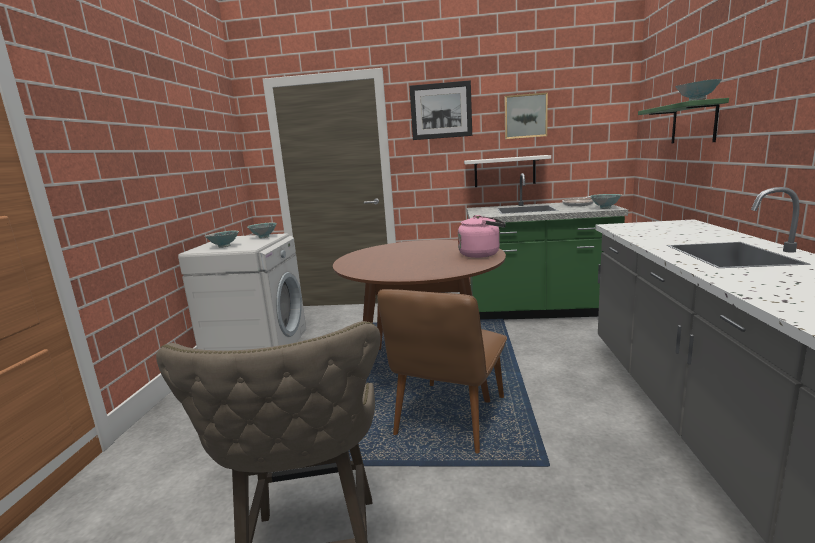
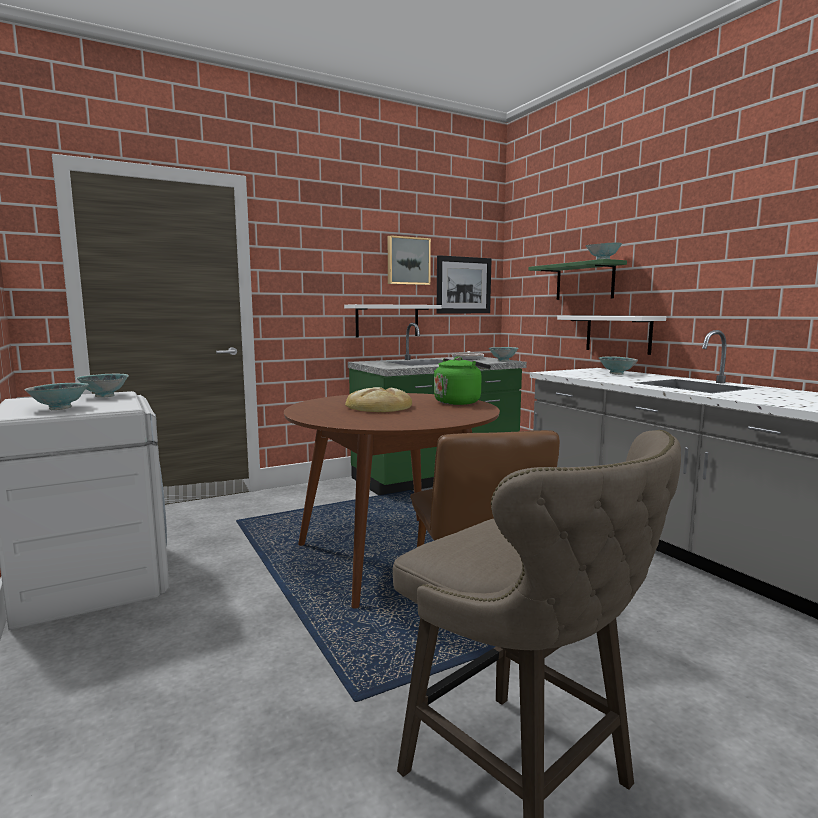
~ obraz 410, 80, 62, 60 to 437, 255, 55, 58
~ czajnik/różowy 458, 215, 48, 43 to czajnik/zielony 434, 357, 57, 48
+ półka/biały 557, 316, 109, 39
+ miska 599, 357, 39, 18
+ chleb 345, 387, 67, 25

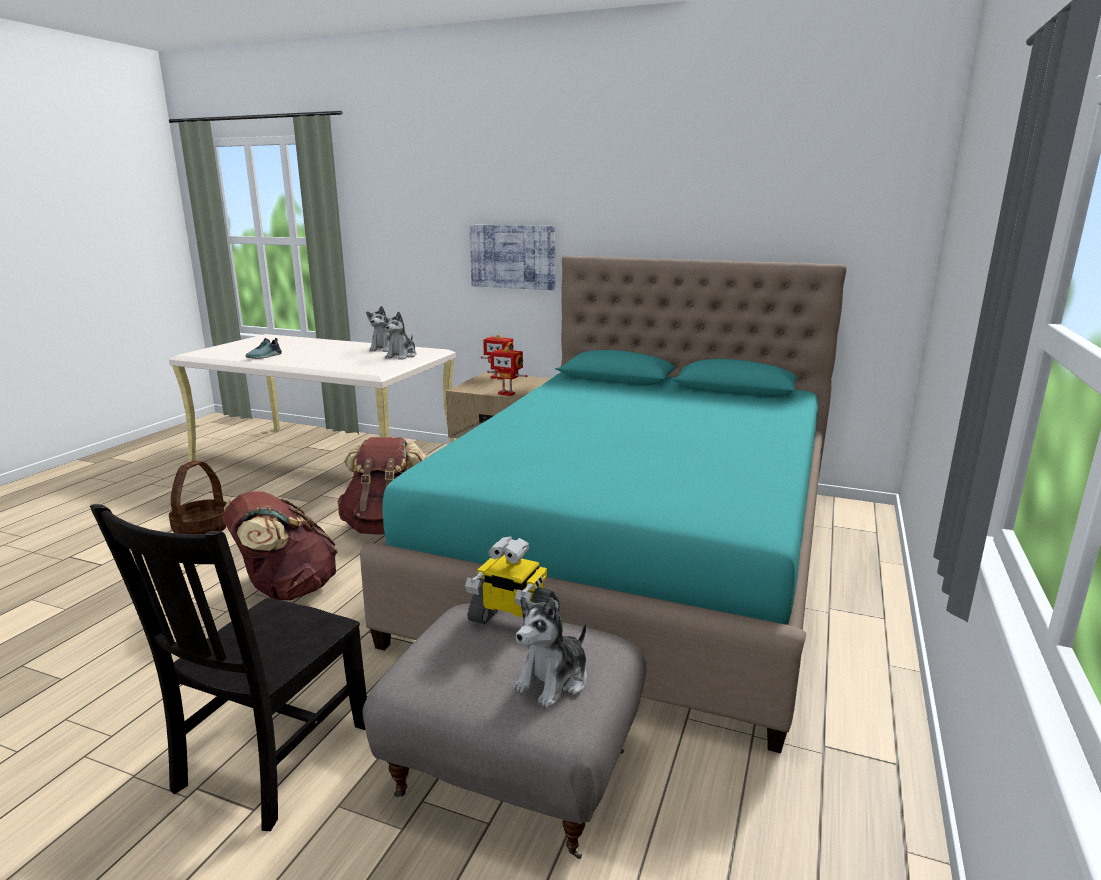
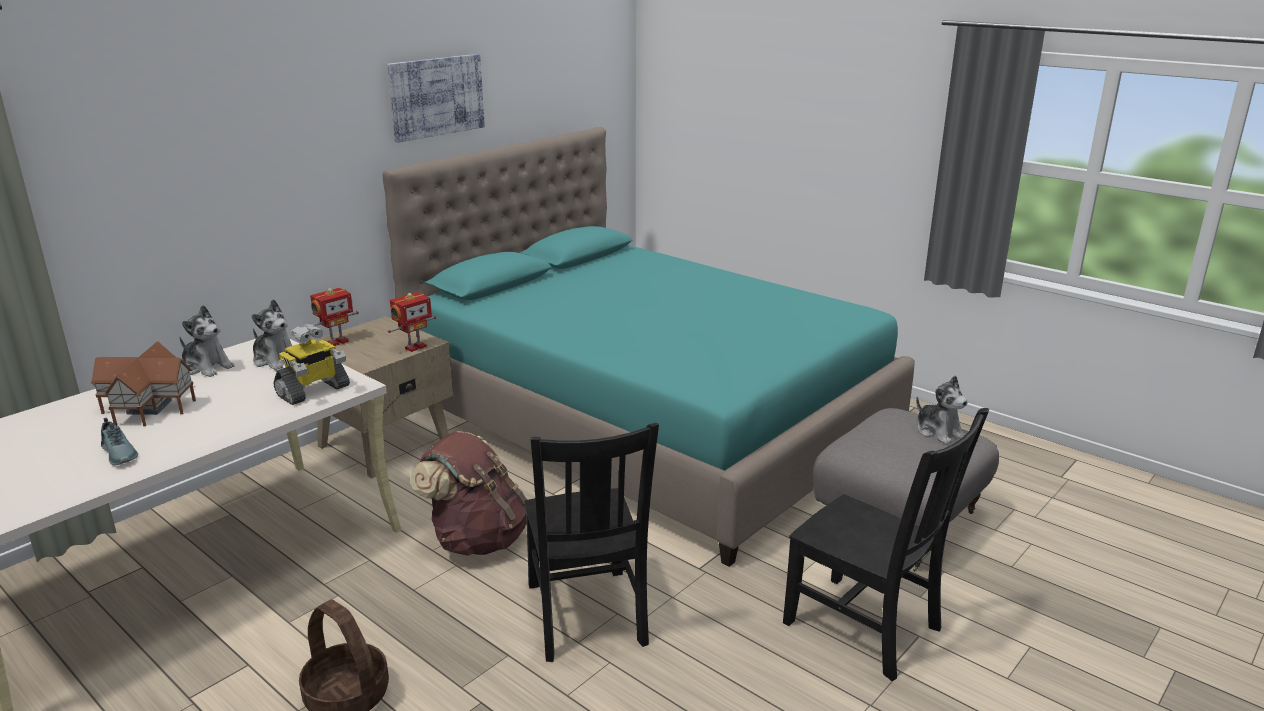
~ obraz 469, 225, 86, 65 to 387, 54, 98, 89
~ plecak/brązowy 223, 491, 115, 109 to krzesło/czarny 524, 423, 135, 239
~ robot zabawkowy 465, 536, 95, 88 to 273, 324, 77, 81
+ domek 91, 341, 105, 85

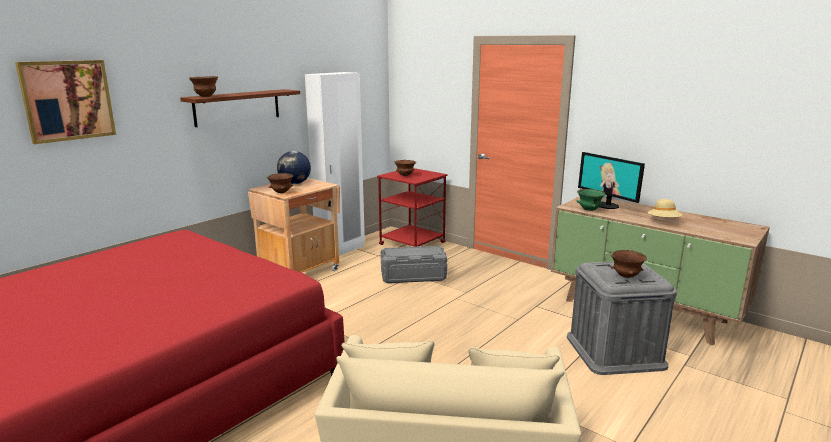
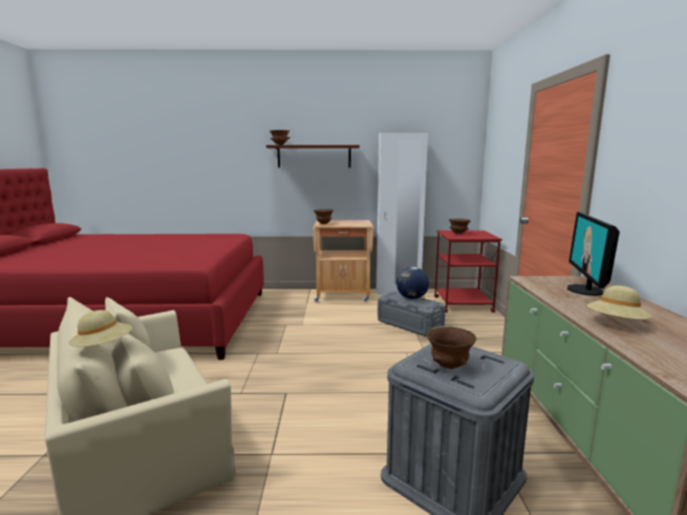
- obraz 15, 60, 101, 84
~ globus 277, 151, 34, 33 to 396, 267, 33, 32
- miska/zielony 576, 189, 29, 22
+ kapelusz/beżowy 69, 310, 63, 37

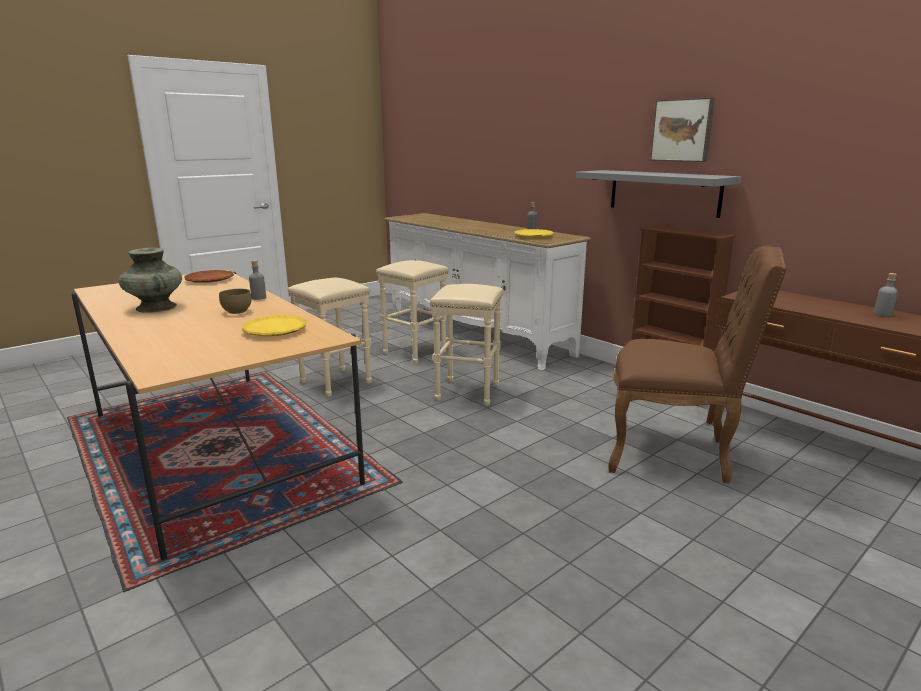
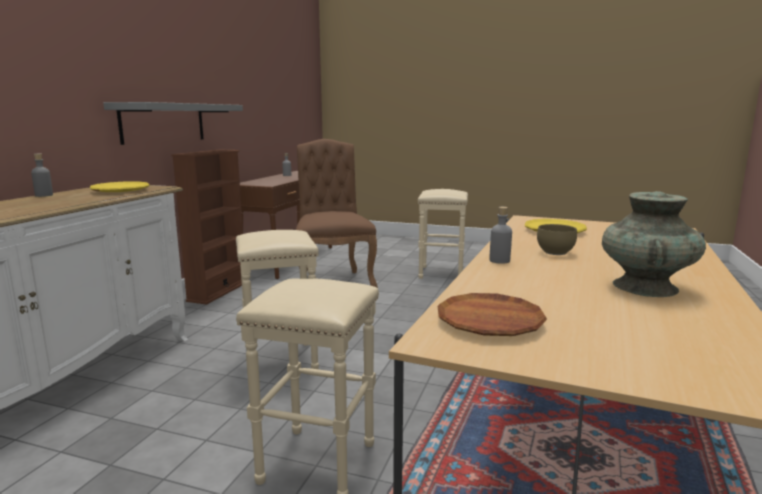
- obraz 650, 97, 65, 65
~ stołek/beżowy 376, 260, 73, 104 to 418, 189, 50, 90

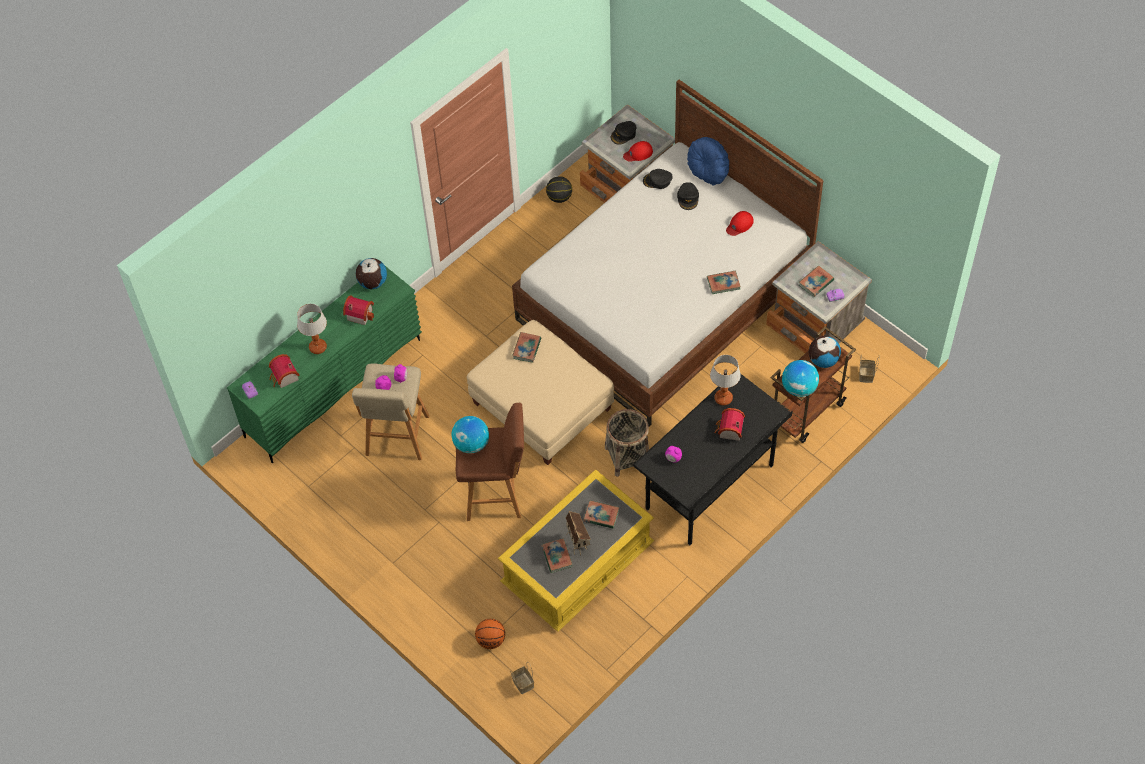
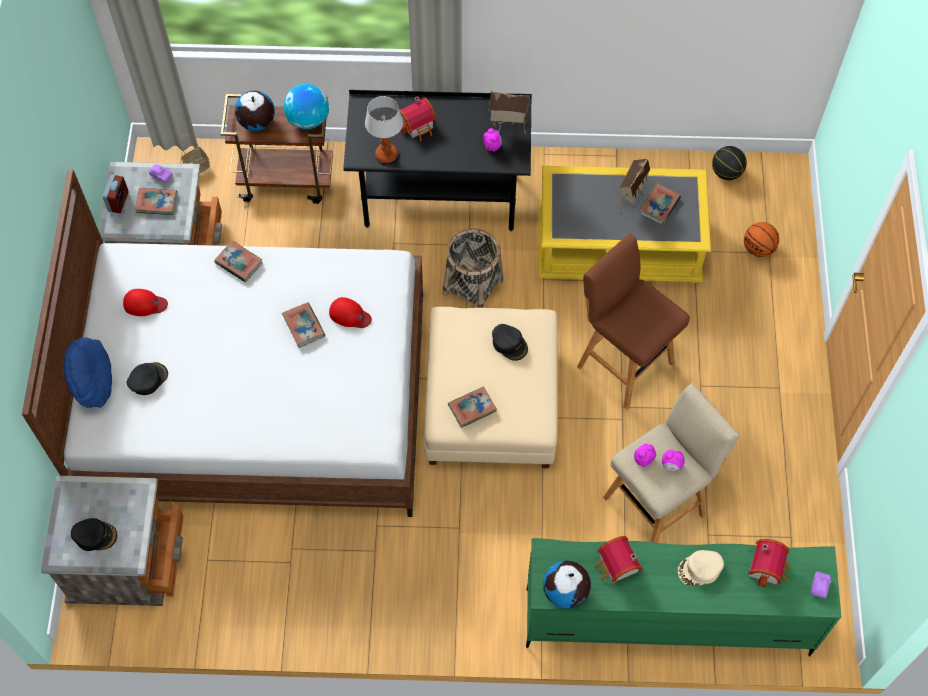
~ czapka z daszkiem/czerwony 623, 141, 30, 21 to 329, 297, 43, 31
~ czapka z daszkiem/czarny 643, 169, 29, 20 to 492, 324, 36, 37
~ piłka do koszykówki 546, 176, 26, 27 to 712, 146, 35, 34
~ lampa stołowa 297, 304, 30, 50 to czapka z daszkiem/beżowy 678, 550, 46, 36
- globus 451, 416, 38, 37
~ książka 583, 500, 36, 28 to 282, 302, 43, 46
- koszyk 510, 662, 24, 32
+ domek 489, 90, 42, 45
+ budzik 103, 175, 25, 38

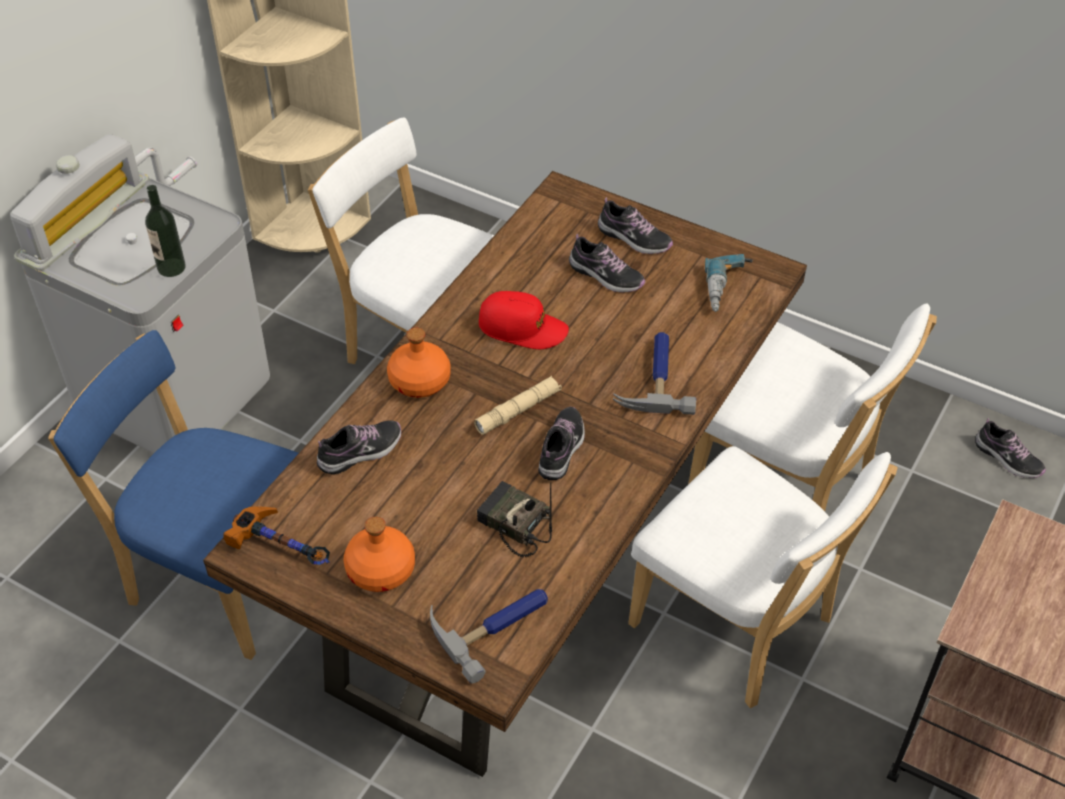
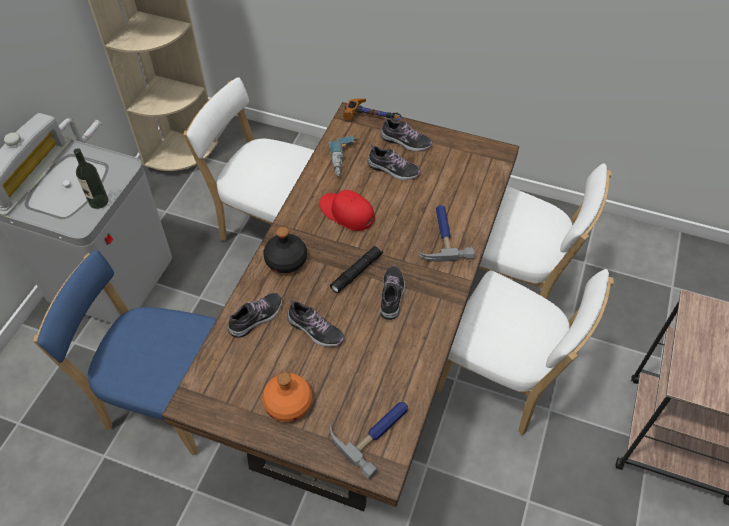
~ wiertarka 705, 254, 48, 58 to 329, 136, 30, 41
~ czapka z daszkiem/czerwony 479, 291, 90, 58 = 319, 190, 56, 41 150 degrees counterclockwise
~ butelka/pomarańczowy 387, 328, 64, 70 to butelka/czarny 263, 227, 44, 46
~ latarka/beżowy 474, 376, 88, 59 to latarka/czarny 330, 246, 53, 47
~ but 975, 418, 71, 60 to 287, 299, 58, 48
- radio 477, 481, 75, 76
~ młotek 224, 507, 106, 58 to 343, 99, 60, 22

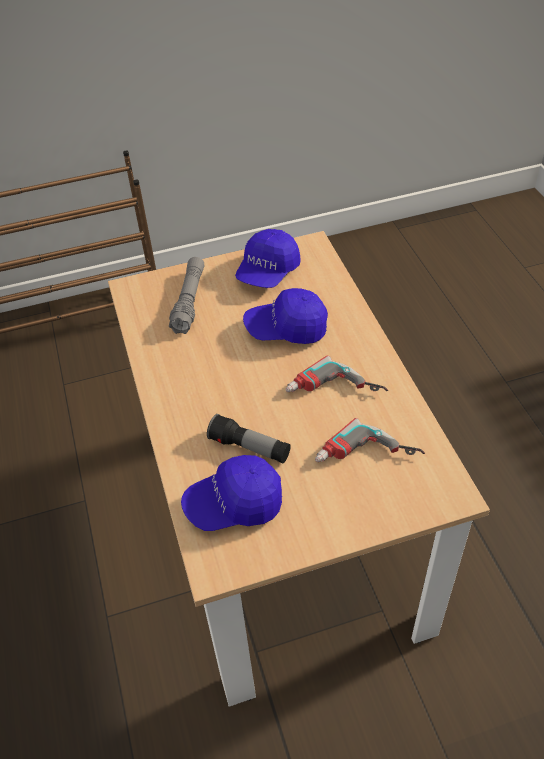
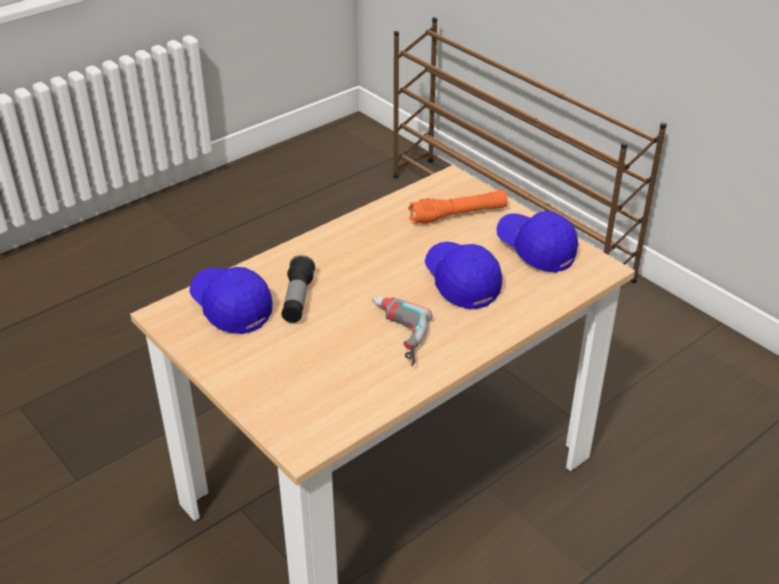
~ czapka z daszkiem/niebieski 235, 229, 66, 59 = 497, 211, 81, 62 45 degrees clockwise
~ latarka/szary 169, 257, 35, 77 to latarka/pomarańczowy 408, 190, 100, 34
- wiertarka 315, 418, 110, 44

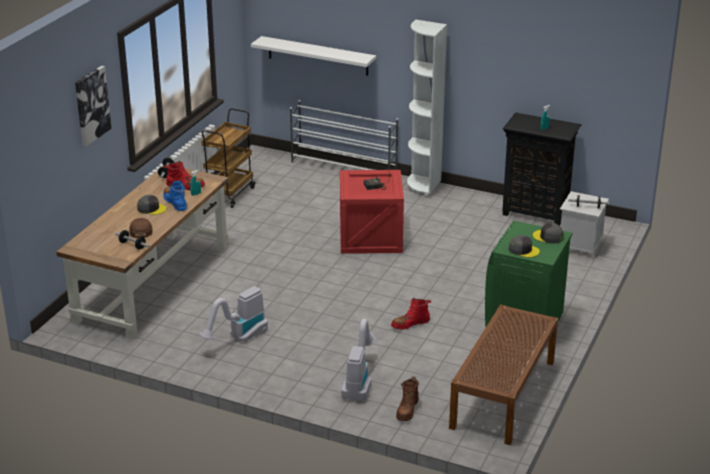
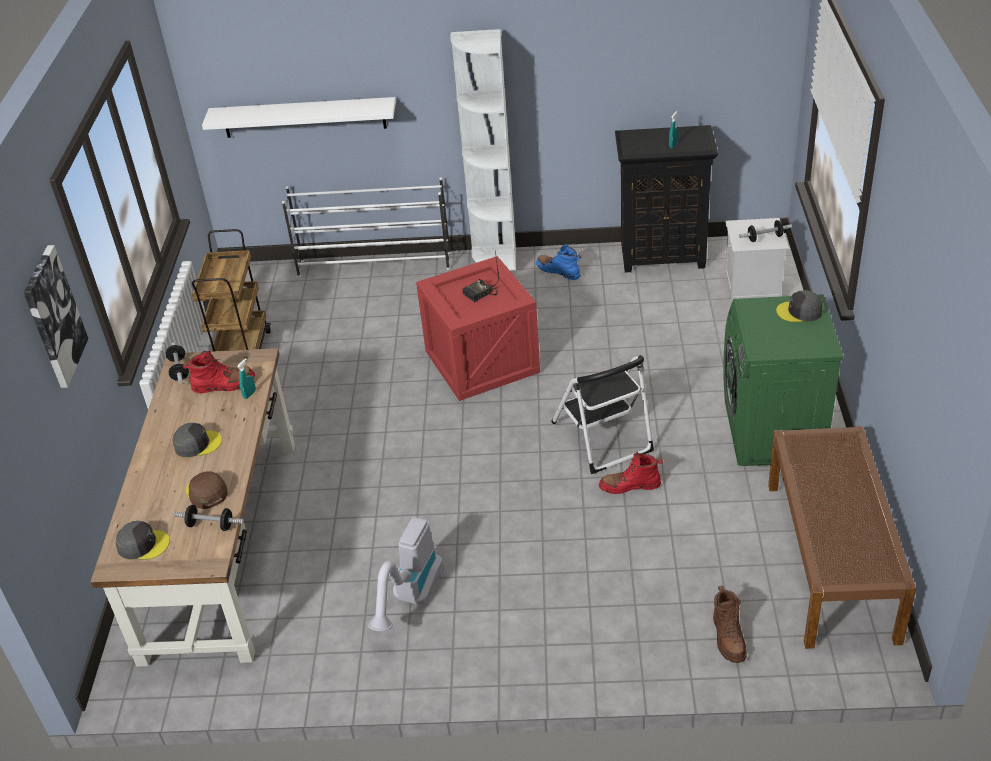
~ but z cholewką/niebieski 163, 180, 24, 31 to 536, 244, 45, 36
~ czapka z daszkiem/szary 509, 235, 31, 23 to 116, 521, 54, 39
~ but z cholewką/czerwony 391, 298, 40, 32 = 599, 452, 64, 42 45 degrees clockwise
- odkurzacz 341, 319, 34, 82
+ drabinka 552, 355, 102, 119

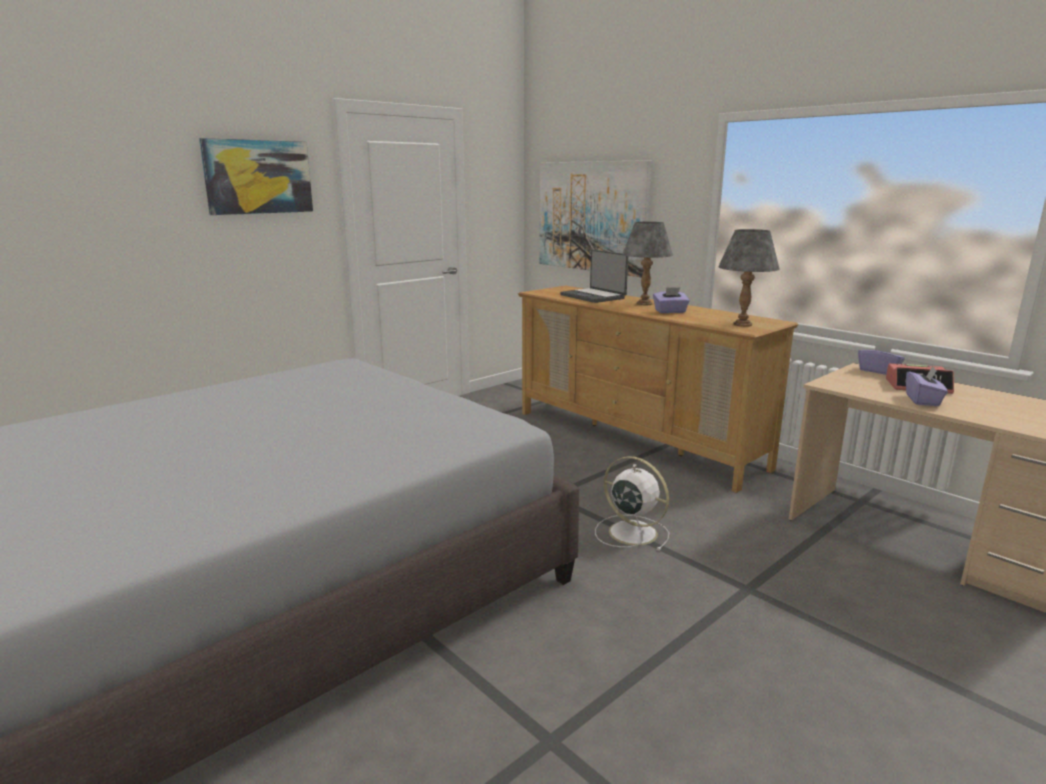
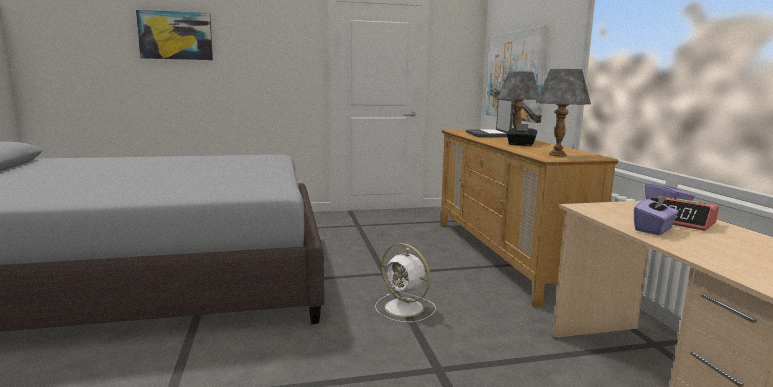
~ obraz 199, 138, 114, 77 to 136, 10, 77, 50
~ pudełko chusteczek/fioletowy 653, 287, 37, 26 to pudełko chusteczek/czarny 507, 123, 30, 23
~ wentylator/biały 595, 456, 74, 95 = 375, 243, 61, 79 150 degrees clockwise

